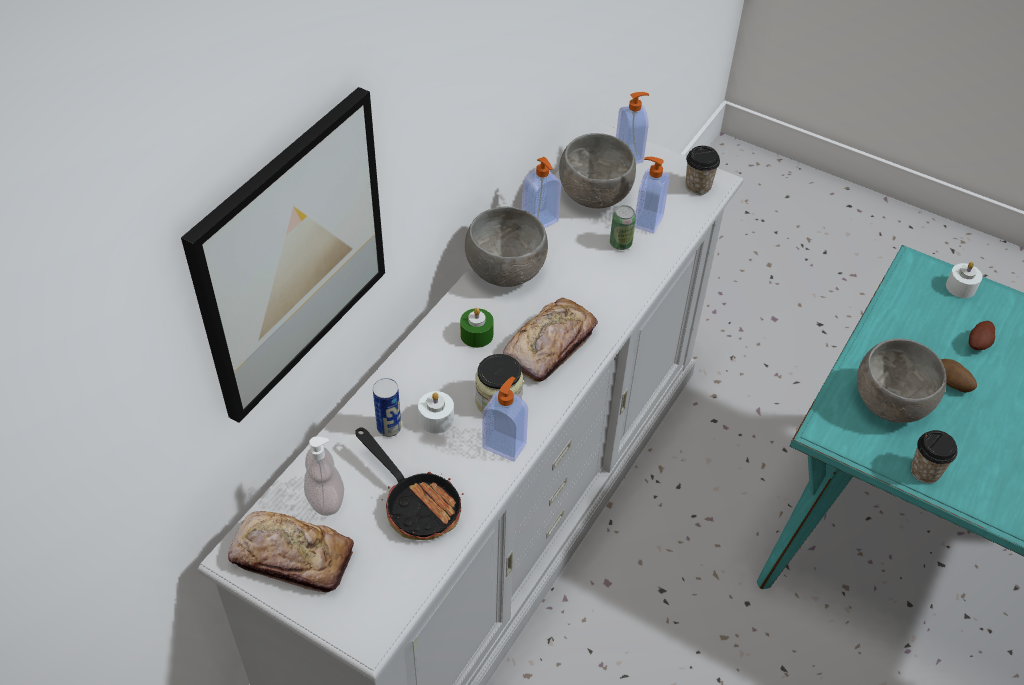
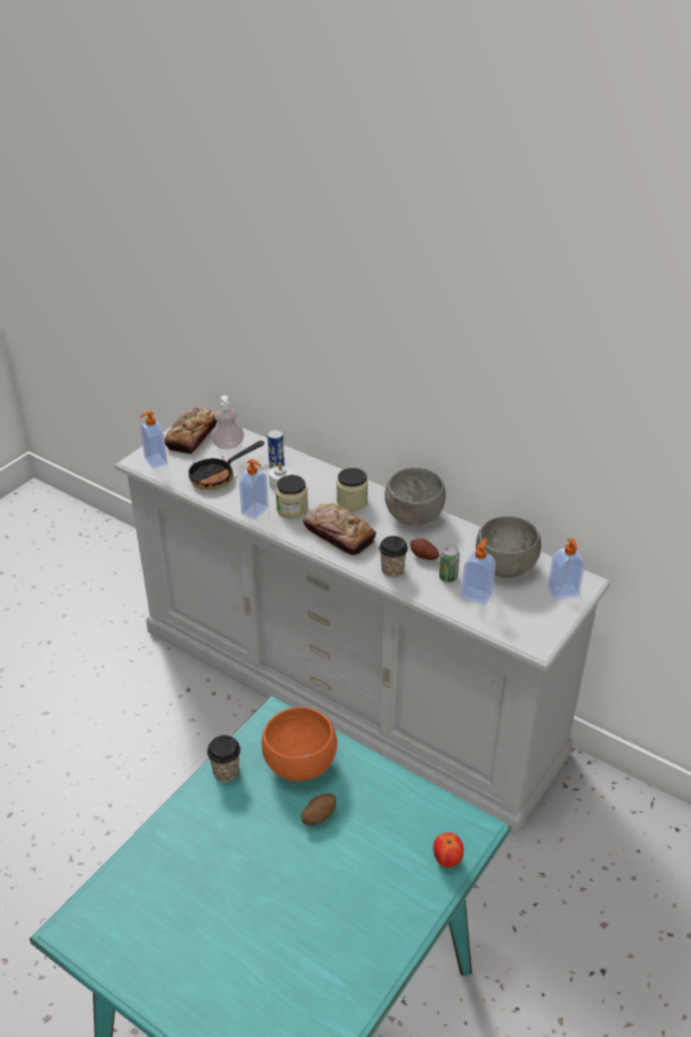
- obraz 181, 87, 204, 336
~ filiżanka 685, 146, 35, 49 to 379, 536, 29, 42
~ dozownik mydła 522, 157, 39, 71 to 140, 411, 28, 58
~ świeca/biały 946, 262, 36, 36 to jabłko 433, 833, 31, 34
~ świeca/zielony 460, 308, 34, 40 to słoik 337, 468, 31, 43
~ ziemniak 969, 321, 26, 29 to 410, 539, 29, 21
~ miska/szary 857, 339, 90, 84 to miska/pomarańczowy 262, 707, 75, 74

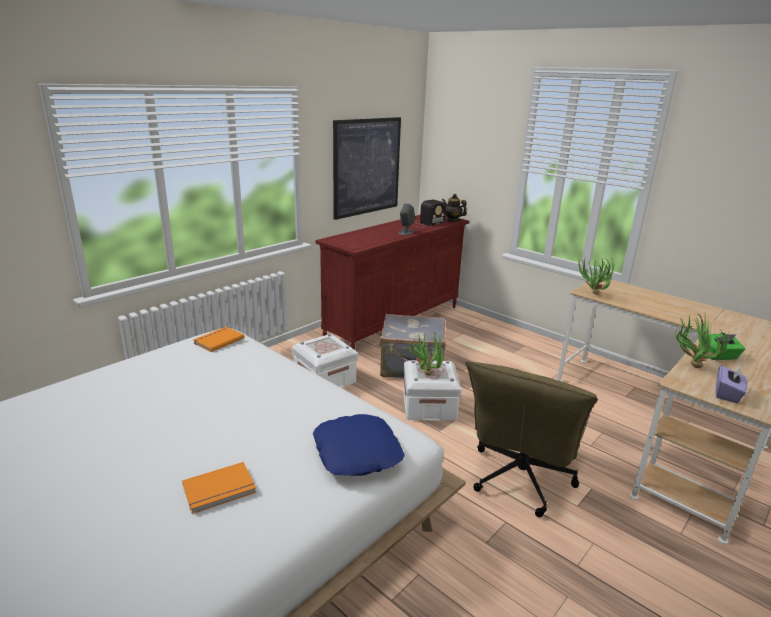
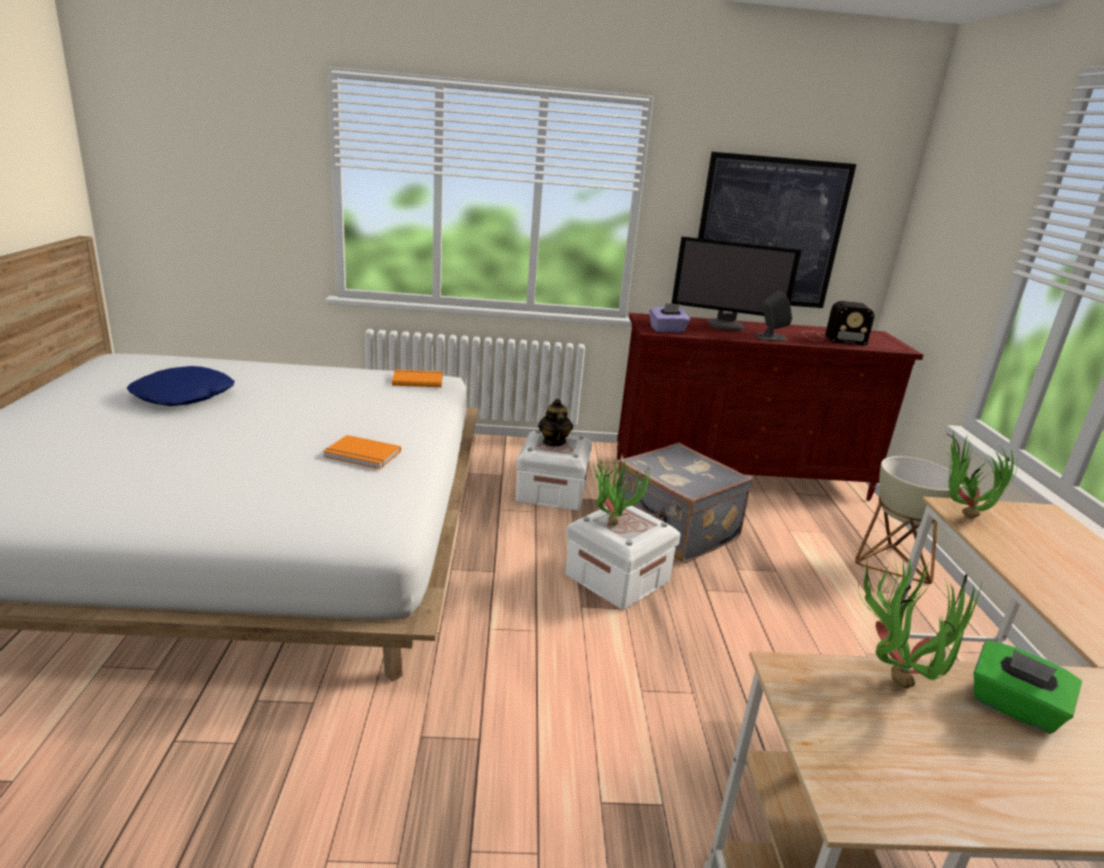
~ imbryk 442, 194, 25, 28 to 538, 399, 35, 47
- krzesło biurowe/beżowy 466, 361, 132, 156
~ pudełko chusteczek/fioletowy 716, 365, 31, 38 to 650, 303, 40, 30
~ poduszka/niebieski 313, 414, 91, 62 to 127, 366, 107, 40
~ książka/pomarańczowy 182, 462, 74, 52 to 323, 435, 78, 34
+ monitor 672, 236, 130, 95
+ donica 855, 456, 107, 128

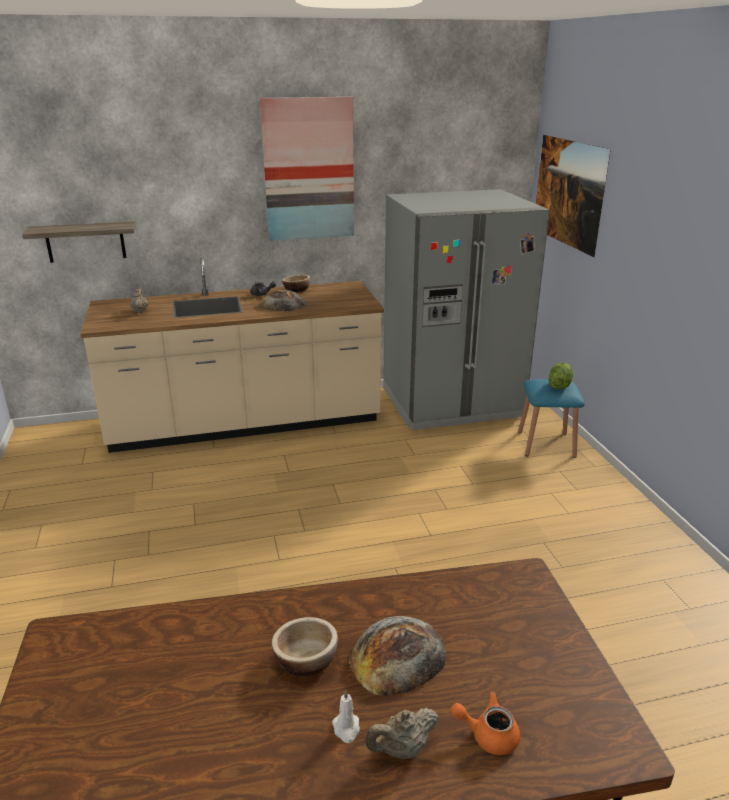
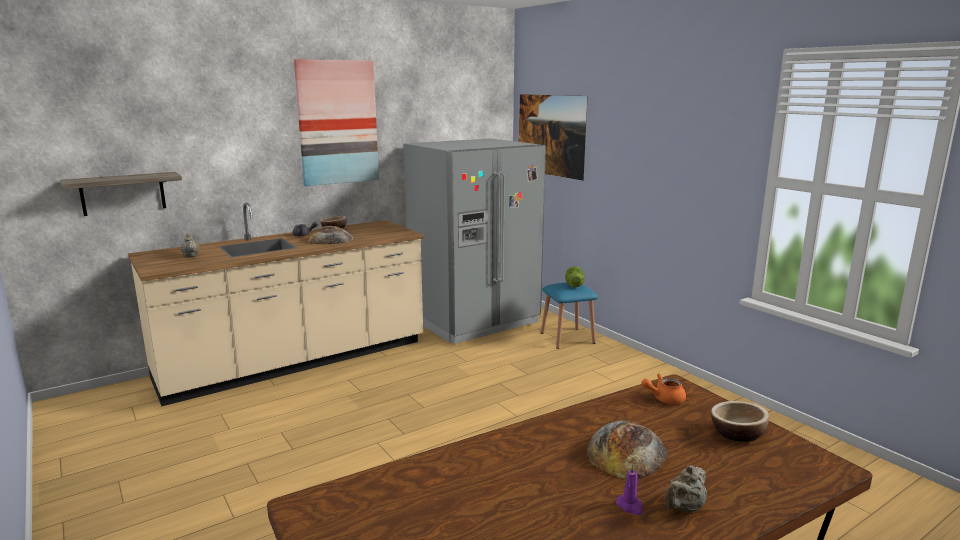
~ miska 271, 617, 67, 59 to 711, 401, 58, 41
~ świeca/biały 332, 690, 28, 53 to świeca/fioletowy 616, 464, 27, 51
~ imbryk/pomarańczowy 450, 692, 70, 63 to 641, 374, 45, 30

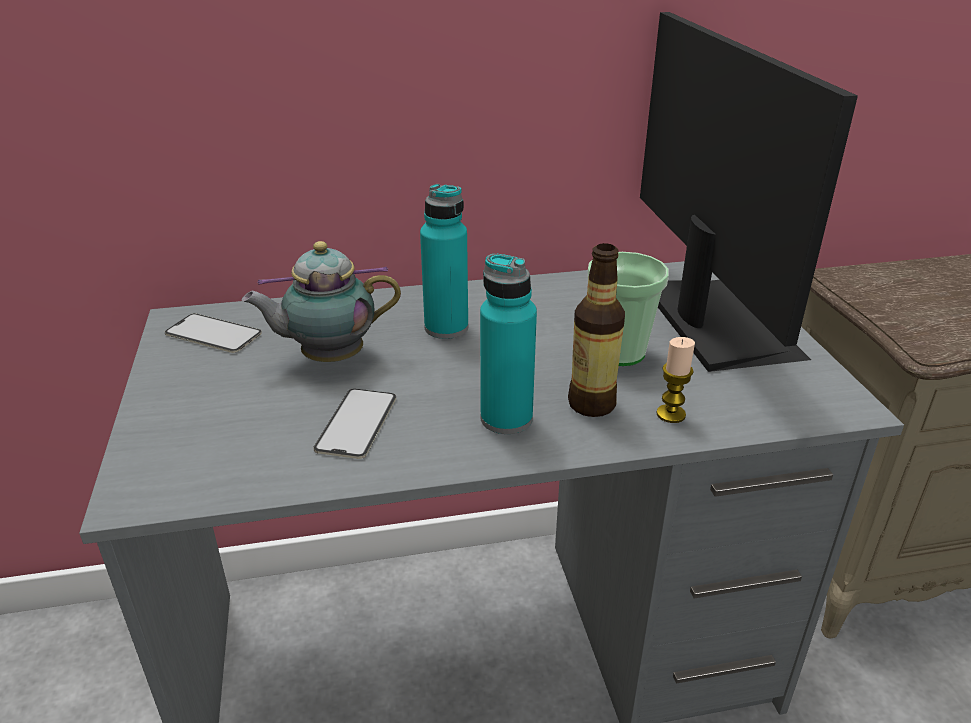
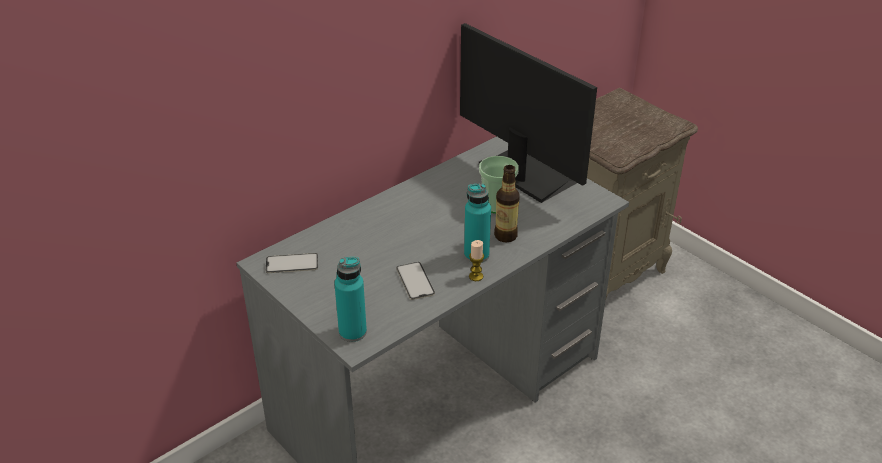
~ butelka/turkusowy 420, 184, 48, 155 to 334, 257, 33, 85
- imbryk 242, 241, 159, 121
~ świeca 656, 337, 39, 86 to 469, 240, 15, 41

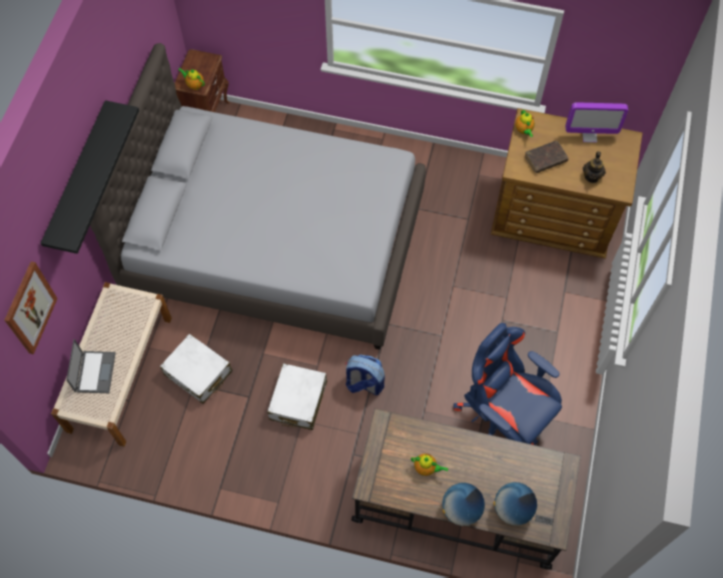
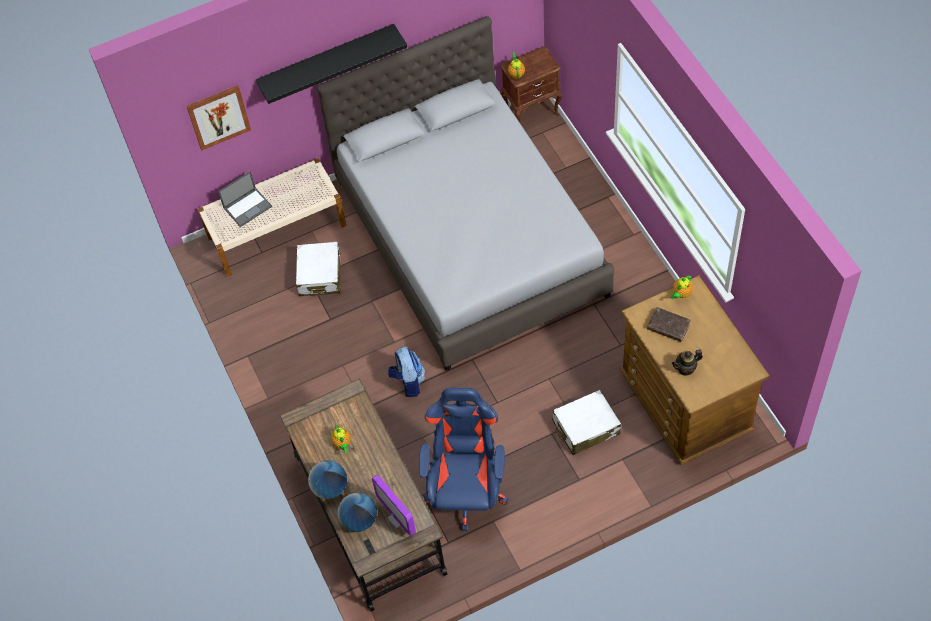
~ monitor 565, 102, 63, 41 to 372, 474, 44, 62
~ walizka/biały 267, 363, 60, 67 to 552, 390, 69, 65

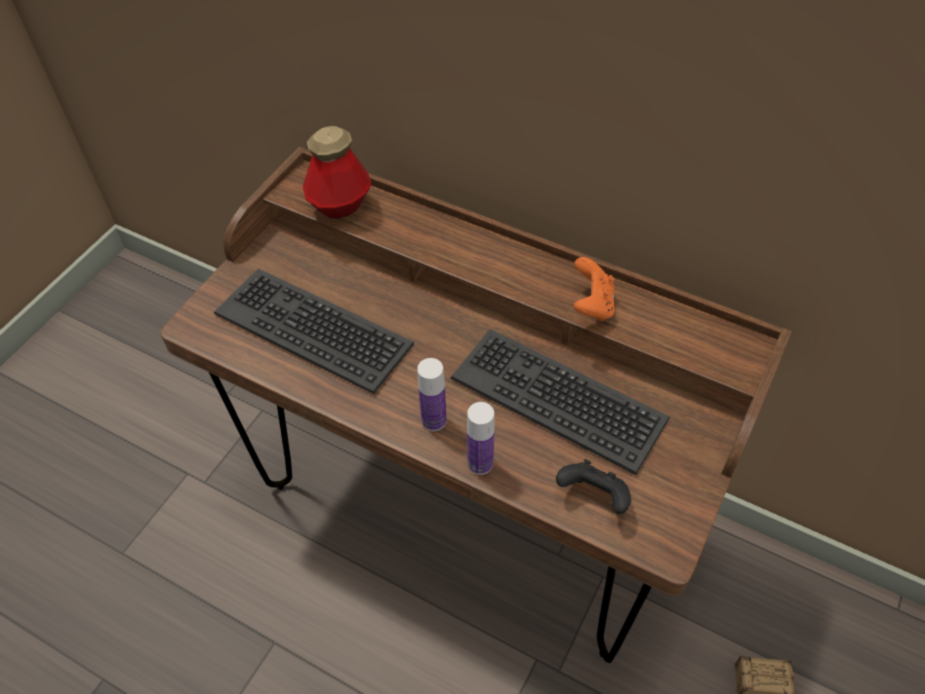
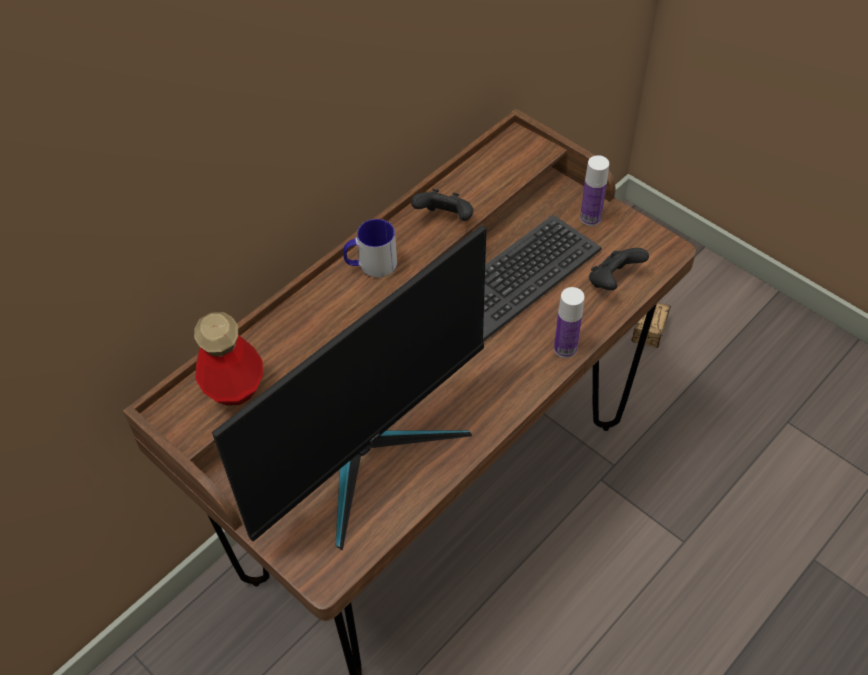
~ pad do gier/pomarańczowy 573, 257, 42, 64 to pad do gier/czarny 411, 189, 62, 32
~ klawiatura 214, 268, 200, 126 to monitor 212, 225, 274, 325
~ butelka 417, 358, 29, 73 to 580, 155, 29, 71
+ kubek 343, 219, 54, 58

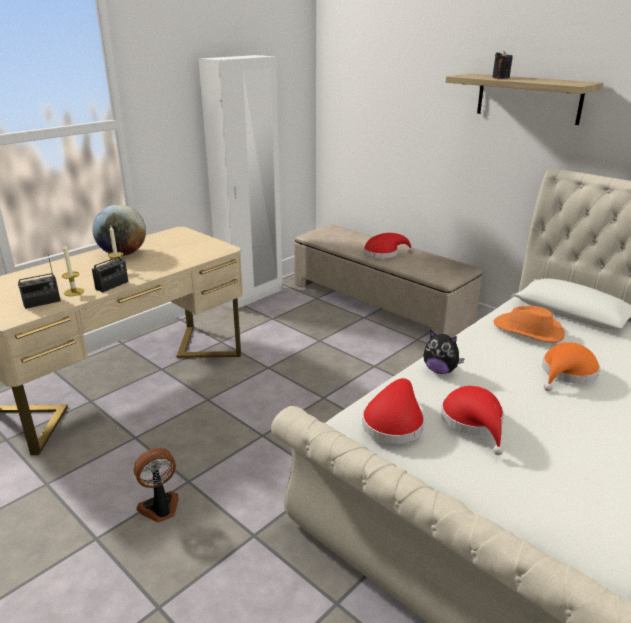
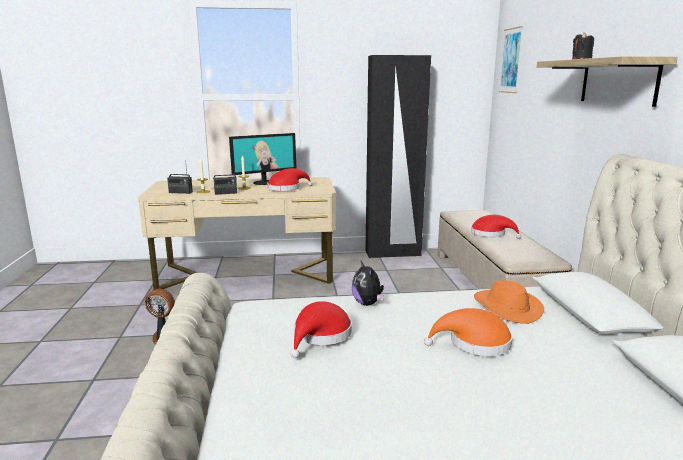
~ szafa/biały 199, 55, 83, 254 to szafa/czarny 365, 55, 66, 203
~ globus 92, 205, 54, 51 to monitor 229, 133, 68, 52
~ kapelusz/czerwony 362, 378, 63, 66 to 267, 168, 46, 23
+ obraz 499, 26, 25, 67

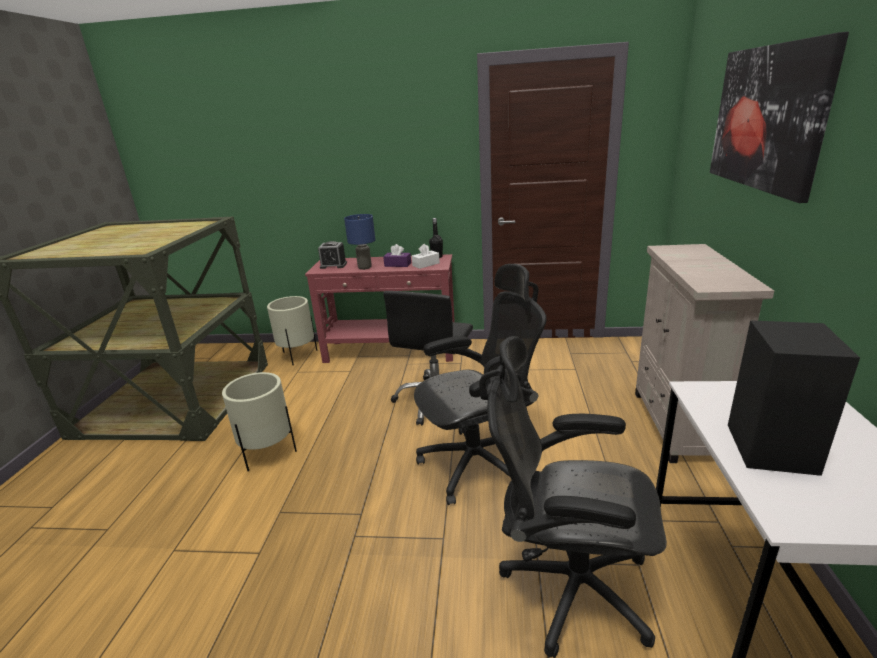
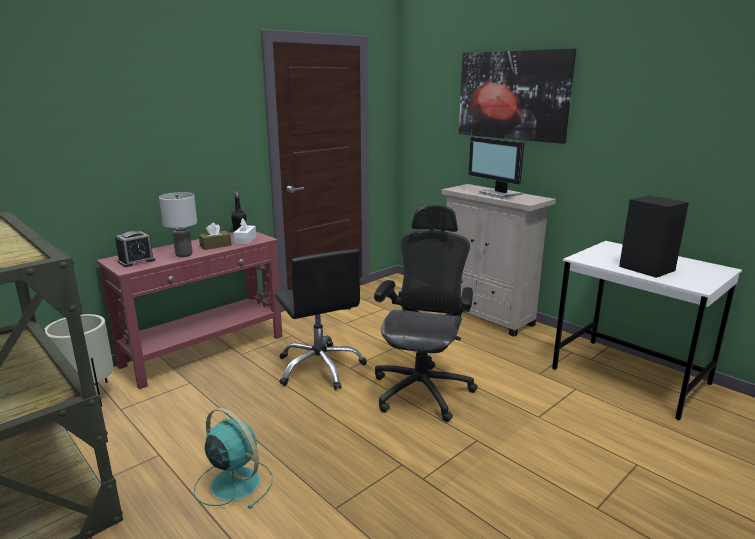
~ lampa stołowa/niebieski 344, 214, 31, 56 to lampa stołowa/biały 159, 192, 38, 65
~ pudełko chusteczek/fioletowy 383, 244, 28, 23 to pudełko chusteczek/brązowy 199, 223, 32, 27
- krzesło biurowe 479, 336, 188, 322
~ donica/beżowy 222, 372, 75, 100 to wentylator/turkusowy 194, 408, 79, 101
+ monitor 468, 137, 56, 61

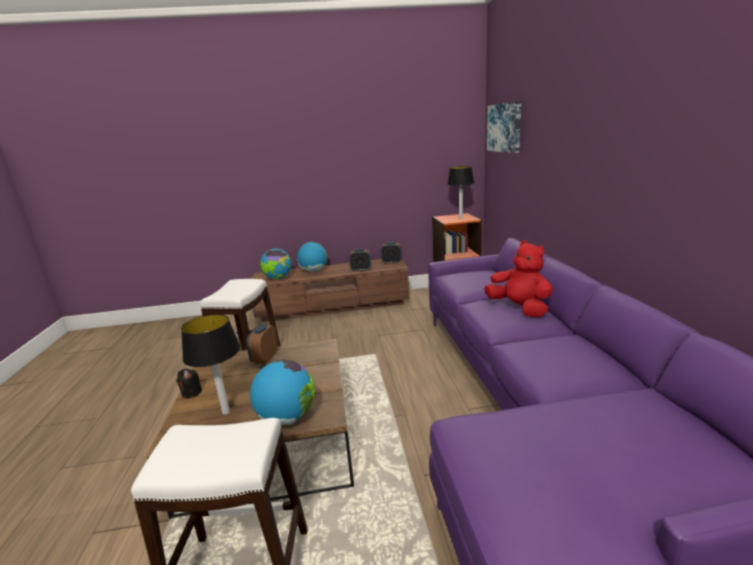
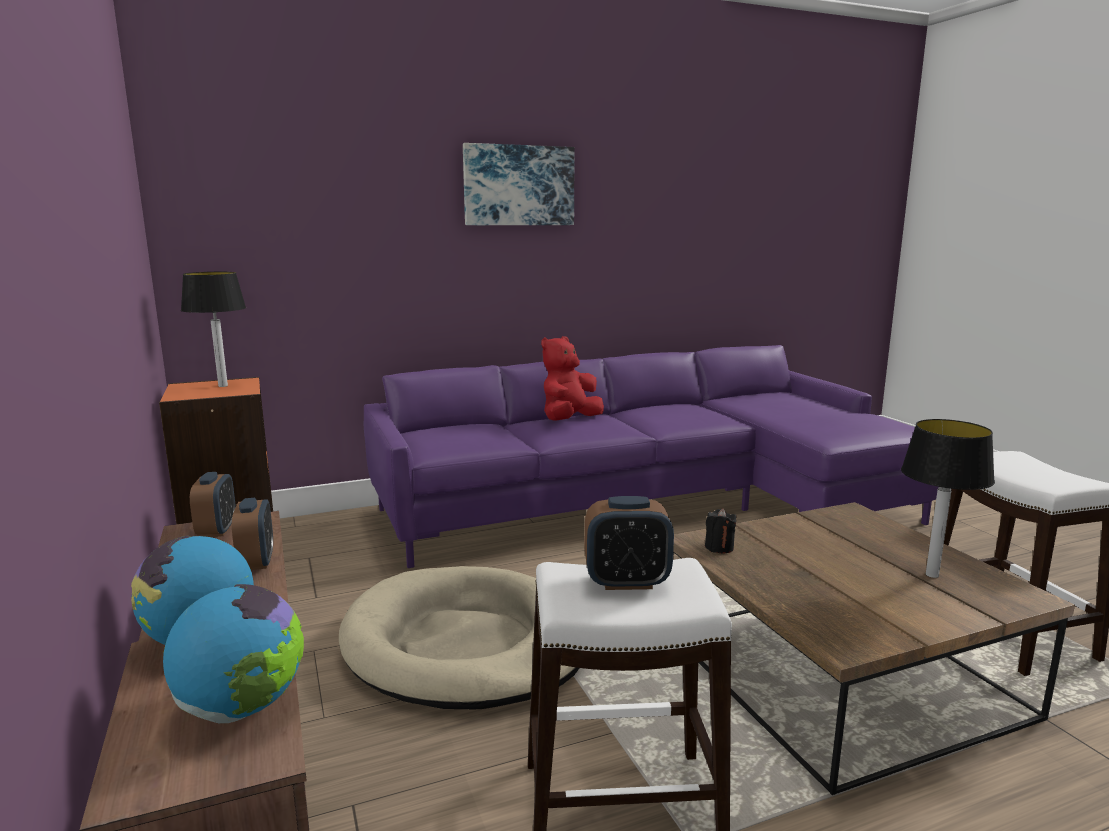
~ obraz 487, 101, 34, 52 to 463, 143, 112, 82
~ budzik 246, 324, 32, 40 to 585, 496, 89, 94
- globus 250, 359, 65, 66
~ świeca/czarny 176, 368, 26, 31 to 705, 509, 31, 45
+ legowisko/beżowy 339, 566, 240, 143

